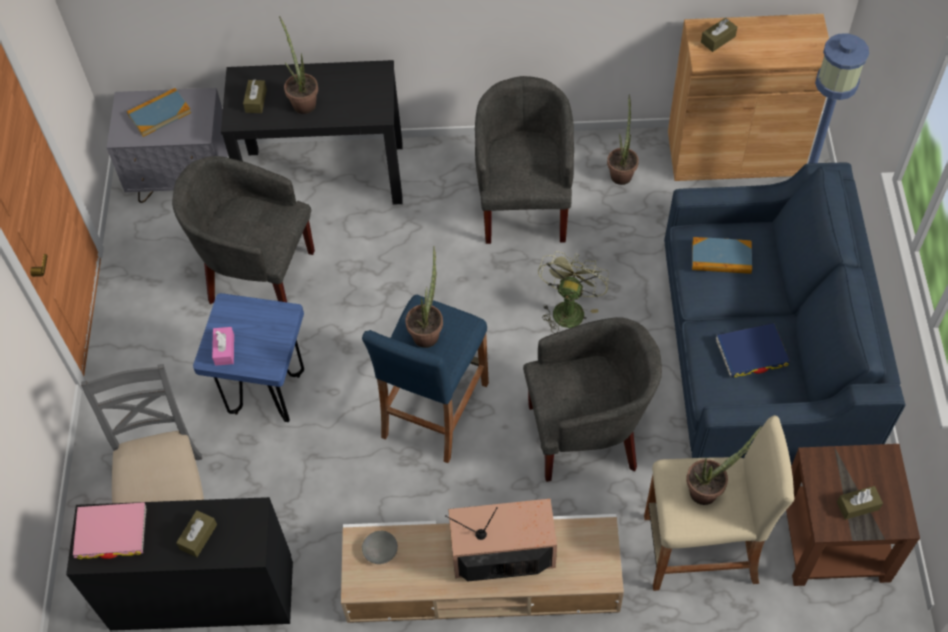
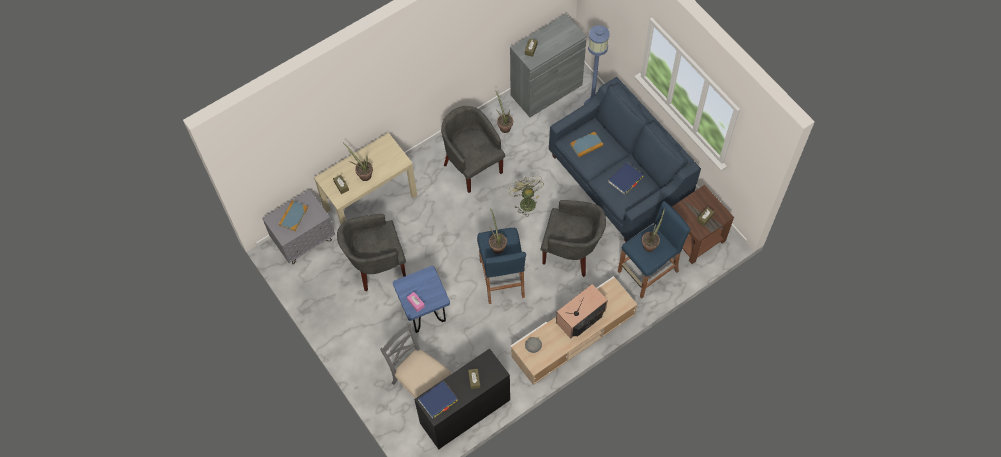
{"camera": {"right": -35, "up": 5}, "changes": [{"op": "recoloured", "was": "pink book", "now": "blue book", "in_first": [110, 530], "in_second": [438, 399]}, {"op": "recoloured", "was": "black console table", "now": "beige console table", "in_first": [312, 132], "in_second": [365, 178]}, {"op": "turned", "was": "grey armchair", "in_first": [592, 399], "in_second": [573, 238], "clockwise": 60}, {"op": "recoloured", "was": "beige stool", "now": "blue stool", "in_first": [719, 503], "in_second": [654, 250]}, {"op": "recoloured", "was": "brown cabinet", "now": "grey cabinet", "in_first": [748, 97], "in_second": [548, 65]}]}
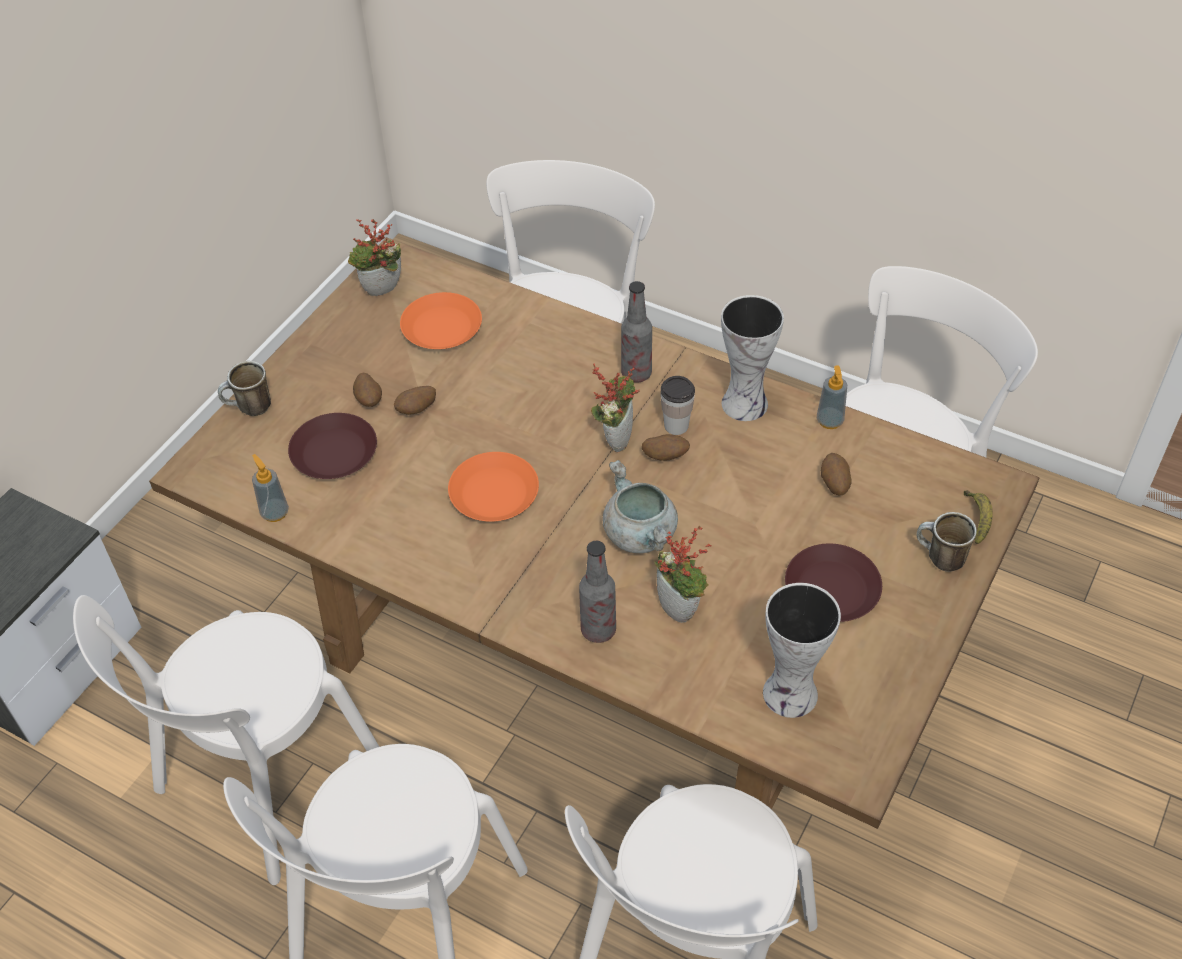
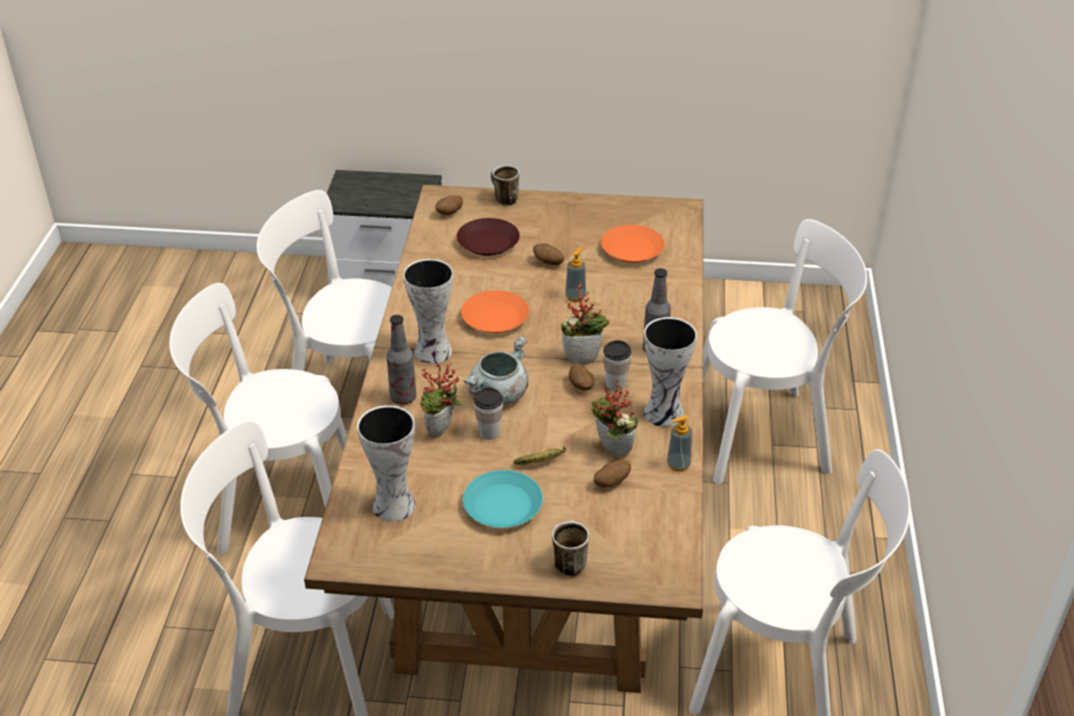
{"camera": {"right": 65, "up": -10}, "changes": [{"op": "moved", "was": "soap dispenser", "in_first": [270, 488], "in_second": [575, 274]}, {"op": "moved", "was": "potted plant", "in_first": [374, 257], "in_second": [614, 417]}, {"op": "moved", "was": "potato", "in_first": [367, 390], "in_second": [449, 205]}, {"op": "recoloured", "was": "brown plate", "now": "turquoise plate", "in_first": [833, 583], "in_second": [503, 499]}, {"op": "moved", "was": "banana", "in_first": [978, 517], "in_second": [539, 455]}, {"op": "added", "now": "vase", "in_second": [428, 311]}, {"op": "added", "now": "cup", "in_second": [488, 413]}]}
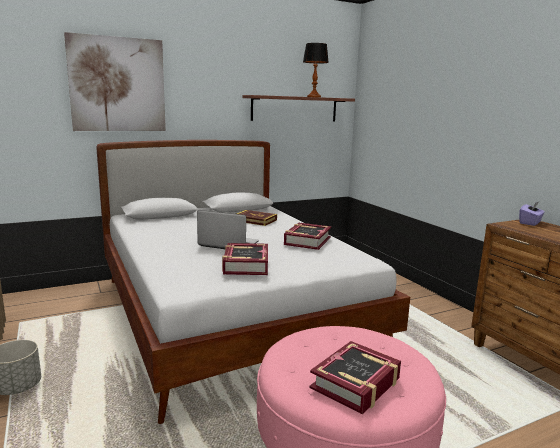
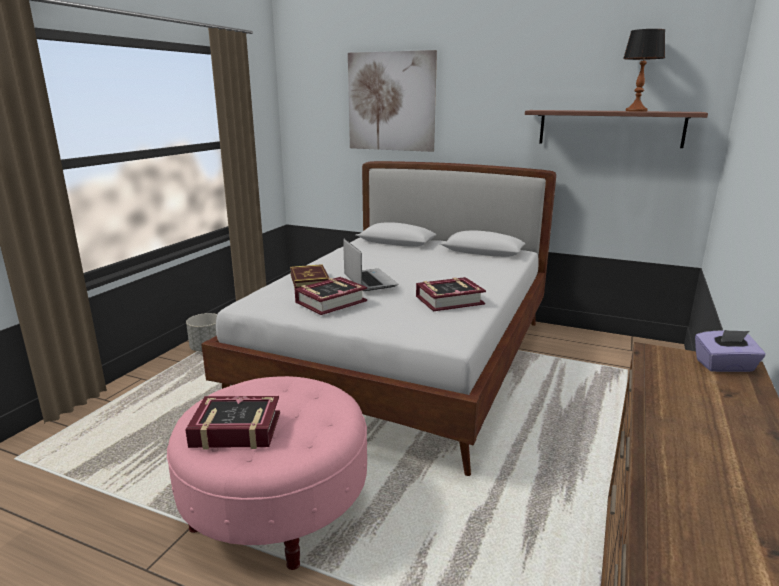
{"camera": {"right": 50, "up": 5}, "changes": [{"op": "moved", "was": "book", "in_first": [257, 218], "in_second": [310, 276]}]}
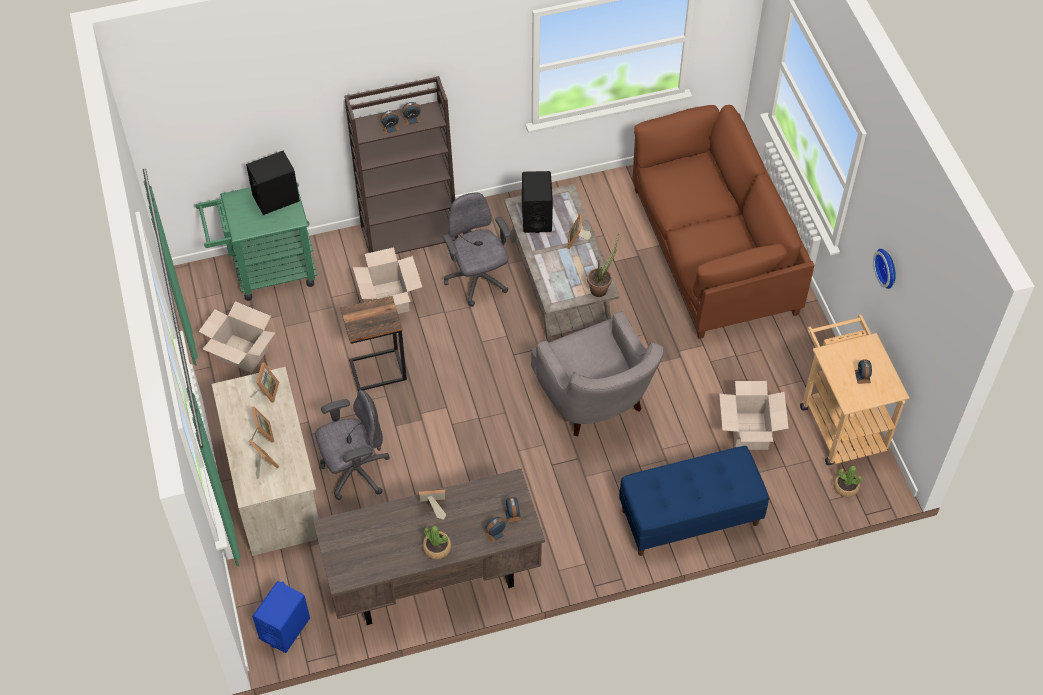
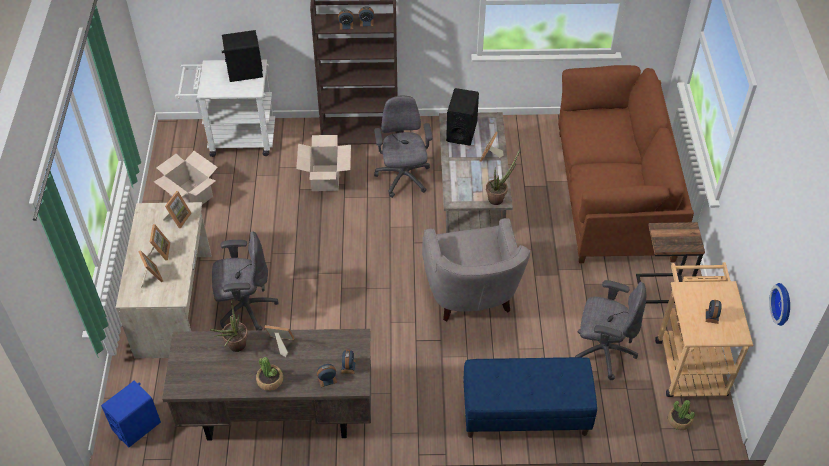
{"camera": {"right": 15, "up": -5}, "changes": [{"op": "recoloured", "was": "green cart", "now": "white cart", "in_first": [256, 242], "in_second": [225, 108]}, {"op": "moved", "was": "side table", "in_first": [374, 343], "in_second": [670, 263]}, {"op": "replaced", "was": "cardboard box", "now": "grey office chair", "in_first": [754, 415], "in_second": [610, 330]}, {"op": "moved", "was": "wall clock", "in_first": [884, 269], "in_second": [779, 304]}, {"op": "added", "now": "potted plant", "in_second": [228, 326]}]}
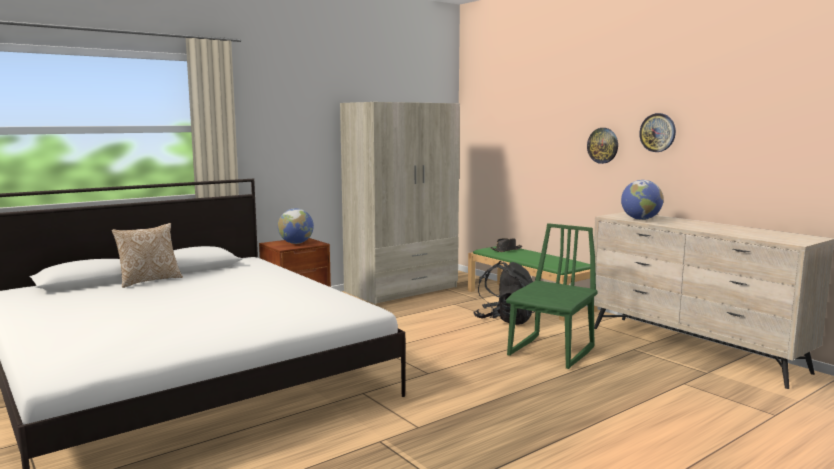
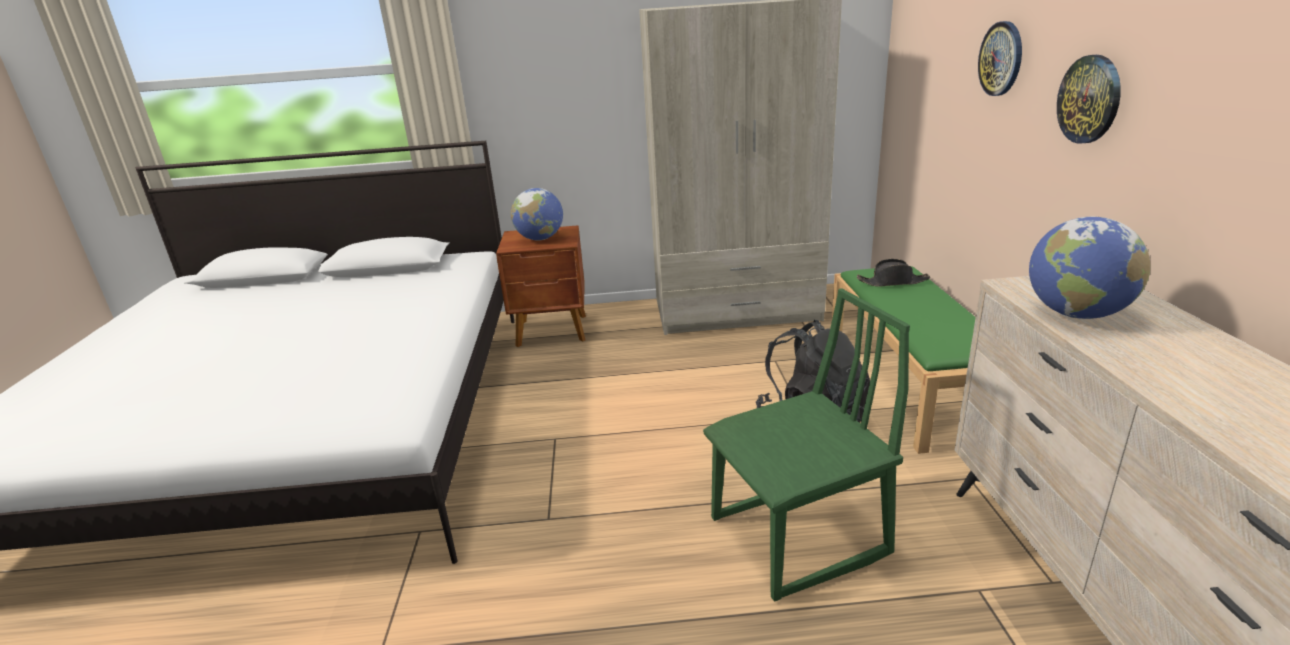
{"camera": {"right": 35, "up": 15}, "changes": [{"op": "removed", "was": "pillow", "in_first": [147, 255]}, {"op": "moved", "was": "wall clock", "in_first": [657, 132], "in_second": [1000, 58]}]}
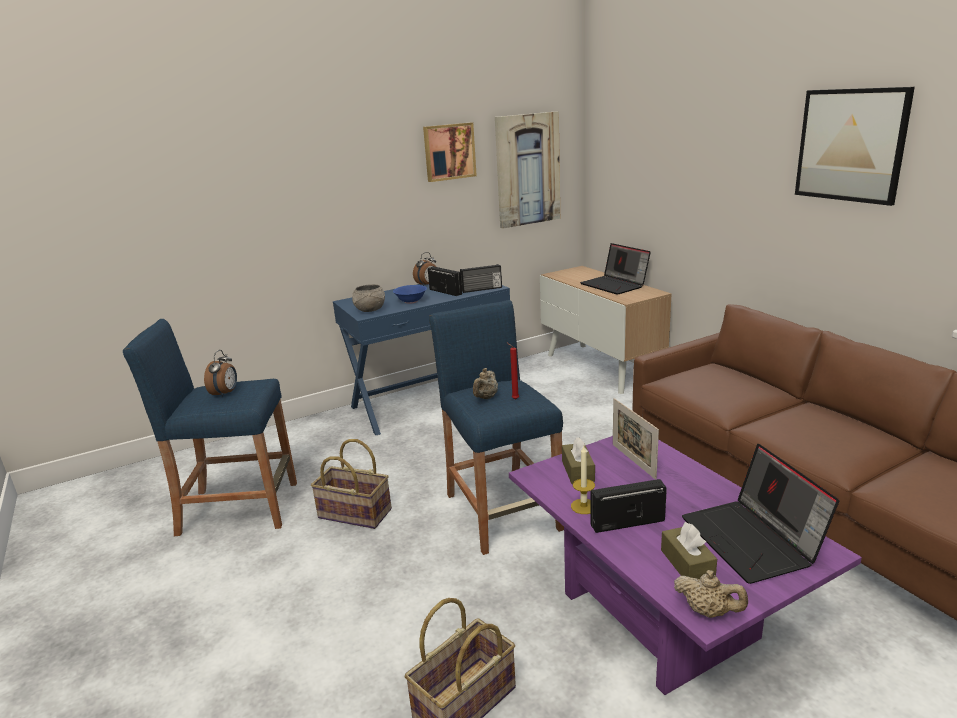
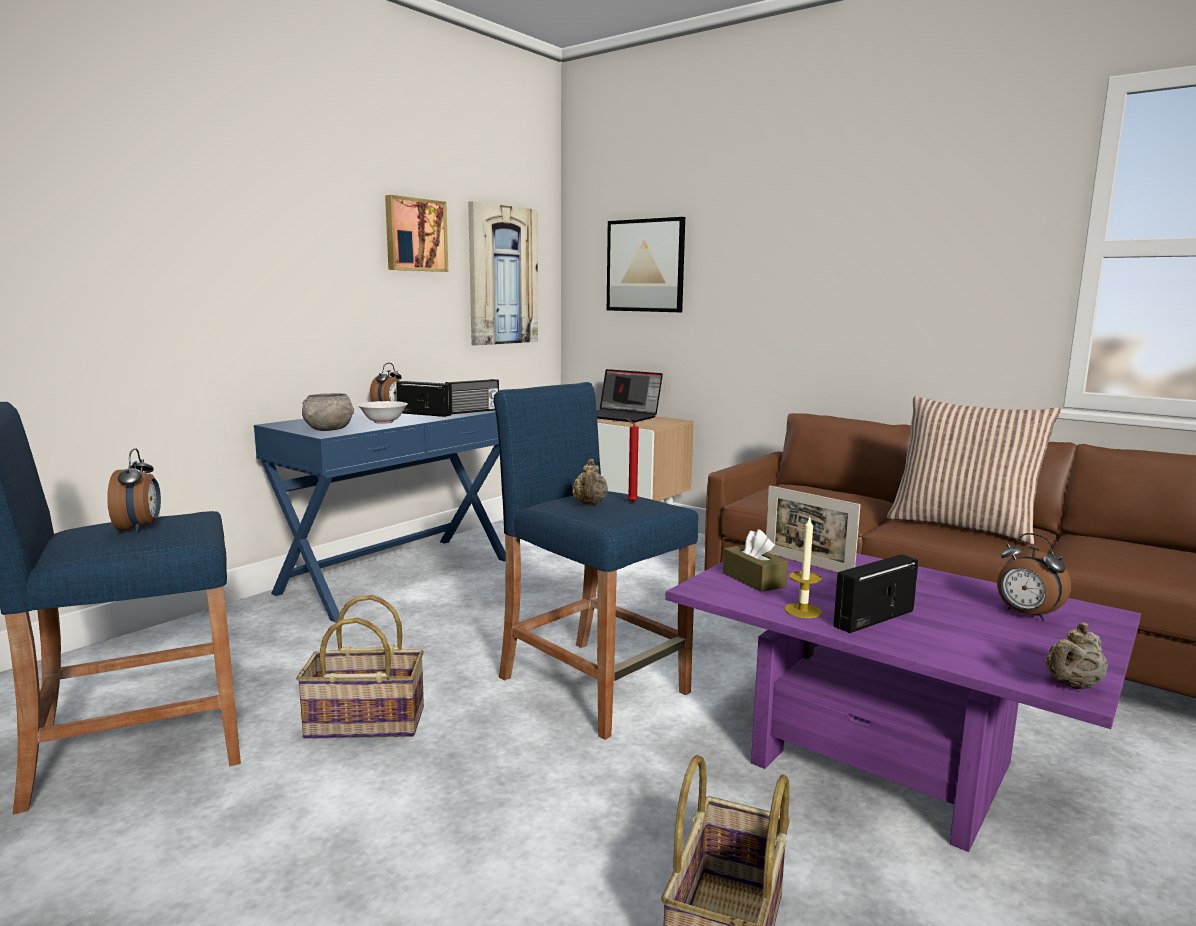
{"camera": {"right": -25, "up": -10}, "changes": [{"op": "recoloured", "was": "blue bowl", "now": "white bowl", "in_first": [410, 294], "in_second": [383, 412]}, {"op": "removed", "was": "brown tissue box", "in_first": [689, 550]}, {"op": "turned", "was": "beige teapot", "in_first": [711, 594], "in_second": [1076, 656], "clockwise": 135}, {"op": "replaced", "was": "laptop", "now": "alarm clock", "in_first": [760, 514], "in_second": [1034, 577]}, {"op": "moved", "was": "picture", "in_first": [855, 146], "in_second": [646, 264]}, {"op": "added", "now": "pillow", "in_second": [974, 470]}]}
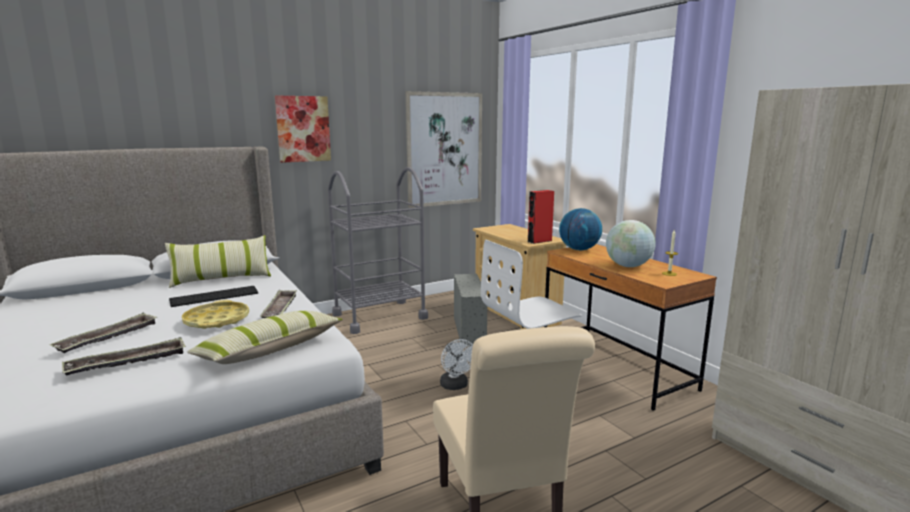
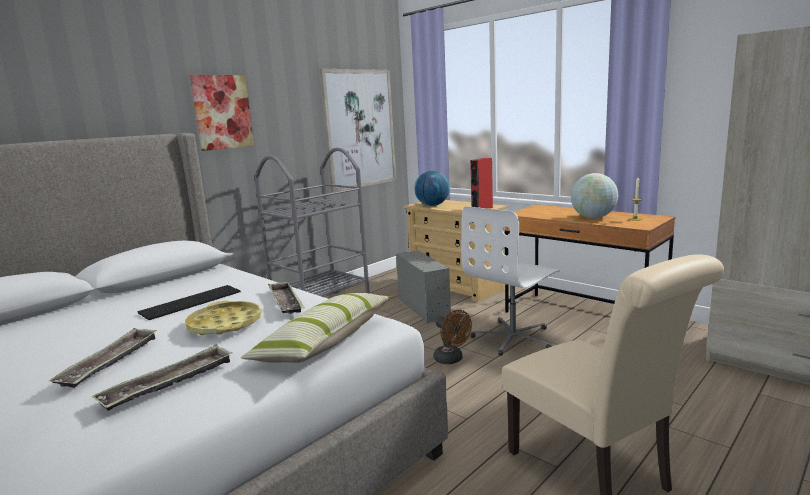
{"camera": {"right": -15, "up": 0}, "changes": [{"op": "removed", "was": "pillow", "in_first": [218, 261]}, {"op": "recoloured", "was": "white fan", "now": "brown fan", "in_first": [456, 364], "in_second": [452, 337]}, {"op": "moved", "was": "globe", "in_first": [580, 229], "in_second": [431, 188]}]}
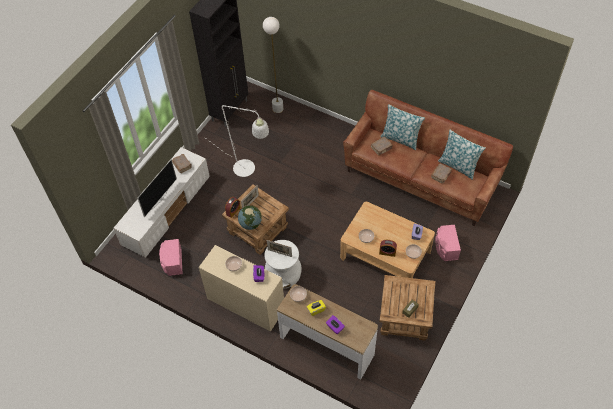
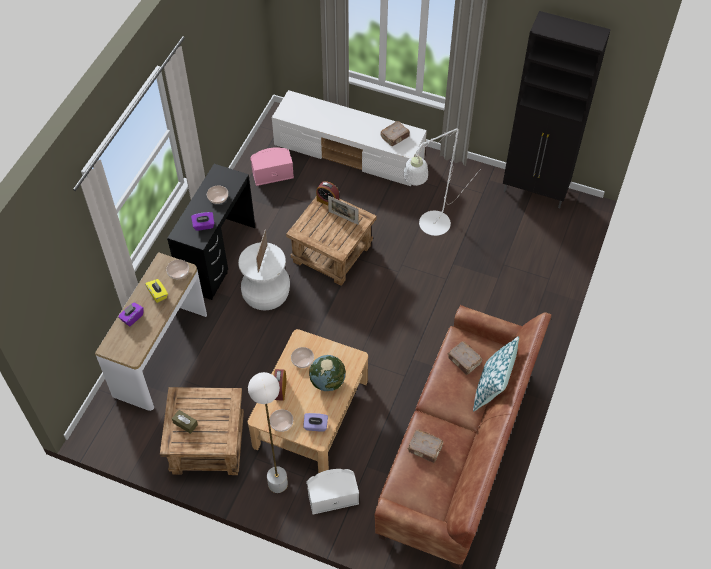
{"camera": {"right": 80, "up": 0}, "changes": [{"op": "removed", "was": "television", "in_first": [157, 188]}, {"op": "recoloured", "was": "beige desk", "now": "black desk", "in_first": [241, 288], "in_second": [211, 232]}, {"op": "moved", "was": "globe", "in_first": [250, 218], "in_second": [327, 373]}, {"op": "moved", "was": "white floor lamp", "in_first": [273, 65], "in_second": [268, 432]}, {"op": "recoloured", "was": "pink speaker", "now": "white speaker", "in_first": [448, 243], "in_second": [332, 491]}, {"op": "removed", "was": "pillow", "in_first": [462, 155]}]}
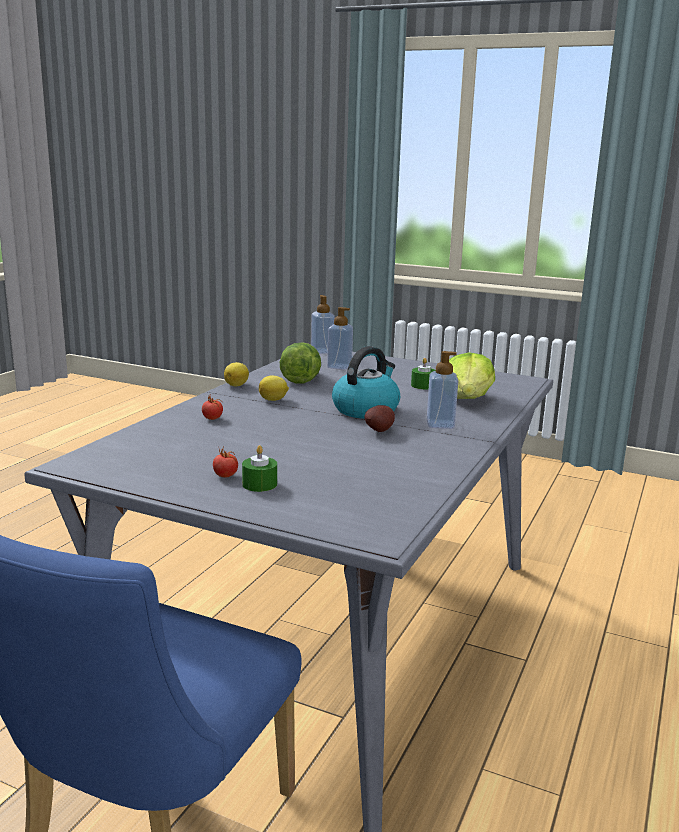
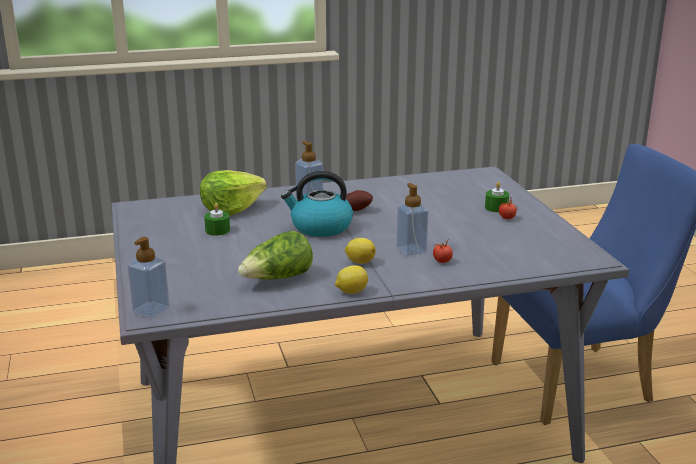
{"camera": {"right": -130, "up": 5}, "changes": [{"op": "moved", "was": "soap dispenser", "in_first": [340, 338], "in_second": [412, 219]}]}
